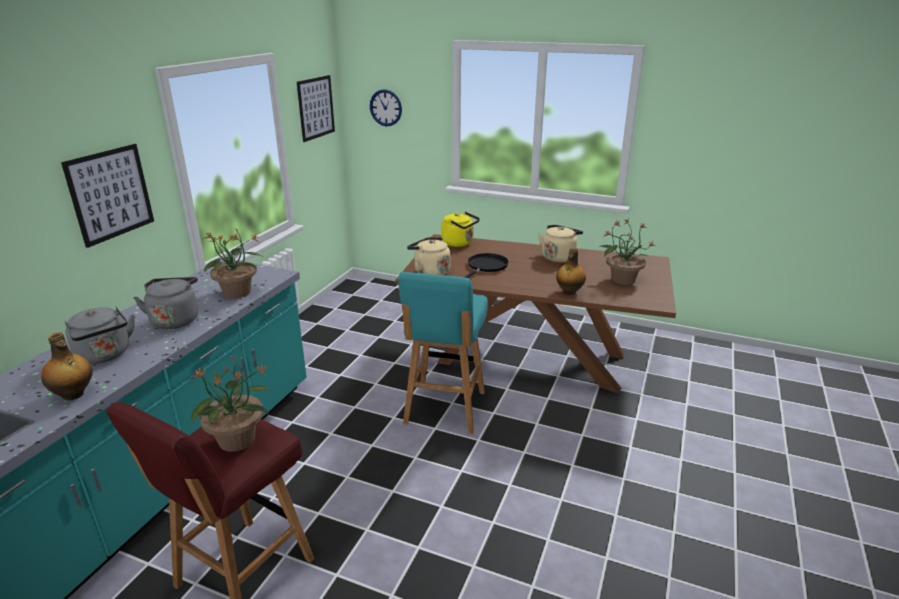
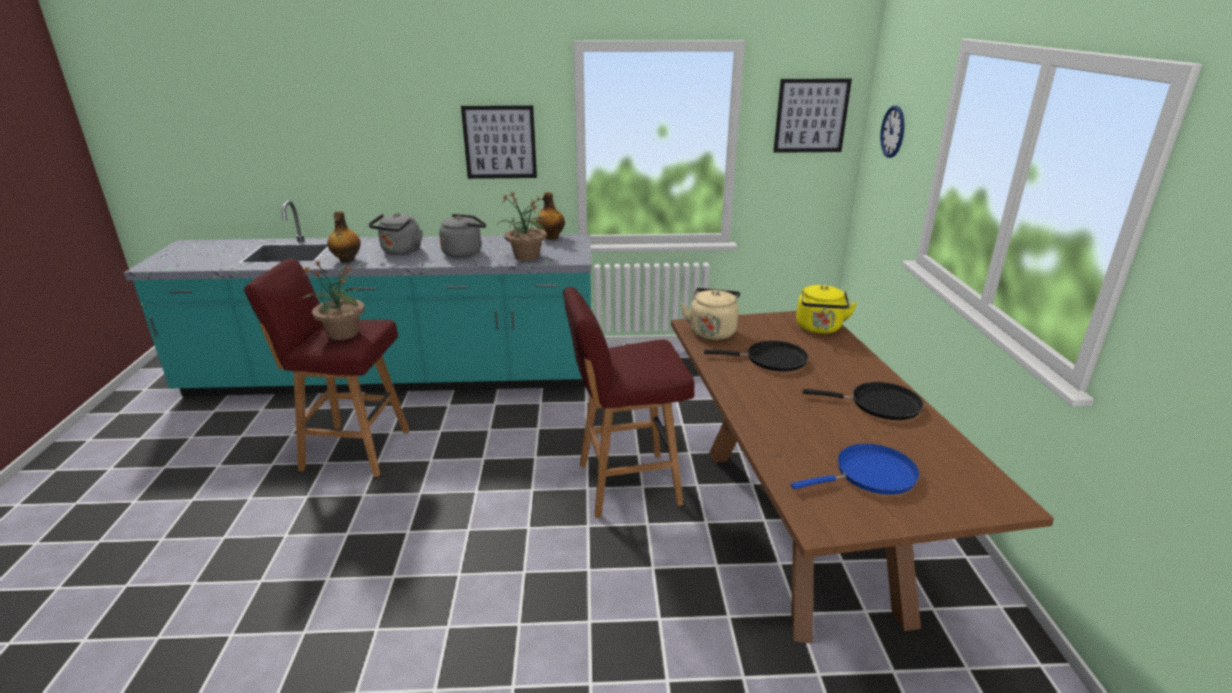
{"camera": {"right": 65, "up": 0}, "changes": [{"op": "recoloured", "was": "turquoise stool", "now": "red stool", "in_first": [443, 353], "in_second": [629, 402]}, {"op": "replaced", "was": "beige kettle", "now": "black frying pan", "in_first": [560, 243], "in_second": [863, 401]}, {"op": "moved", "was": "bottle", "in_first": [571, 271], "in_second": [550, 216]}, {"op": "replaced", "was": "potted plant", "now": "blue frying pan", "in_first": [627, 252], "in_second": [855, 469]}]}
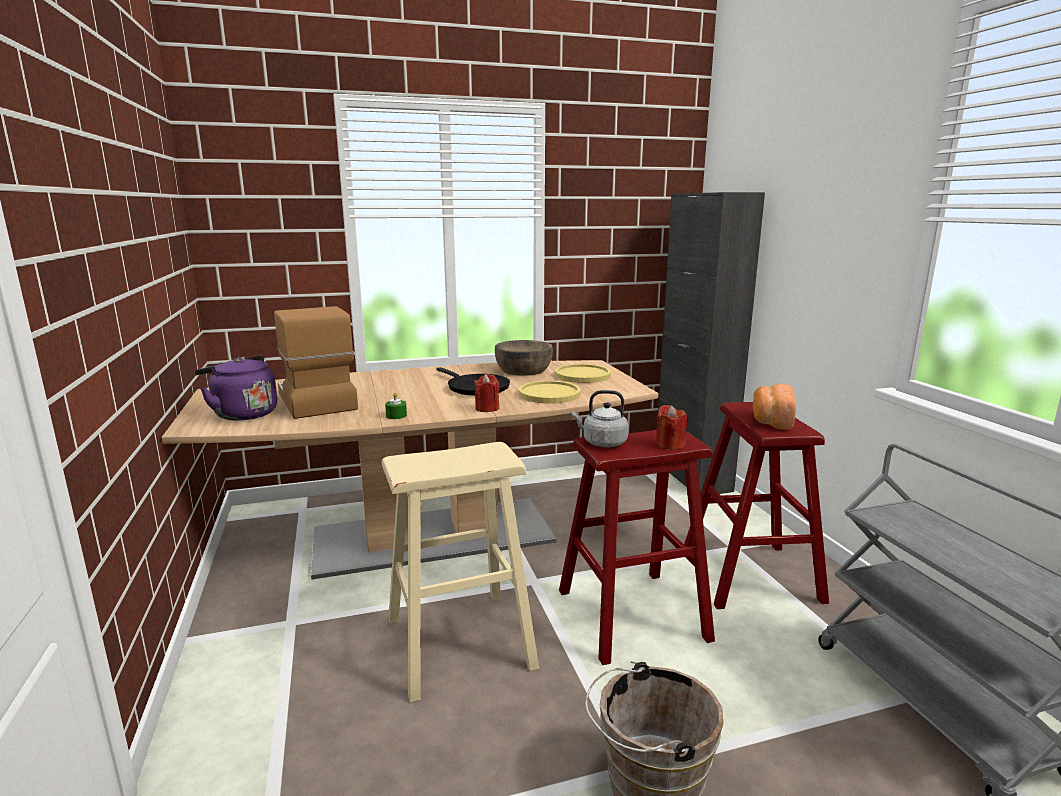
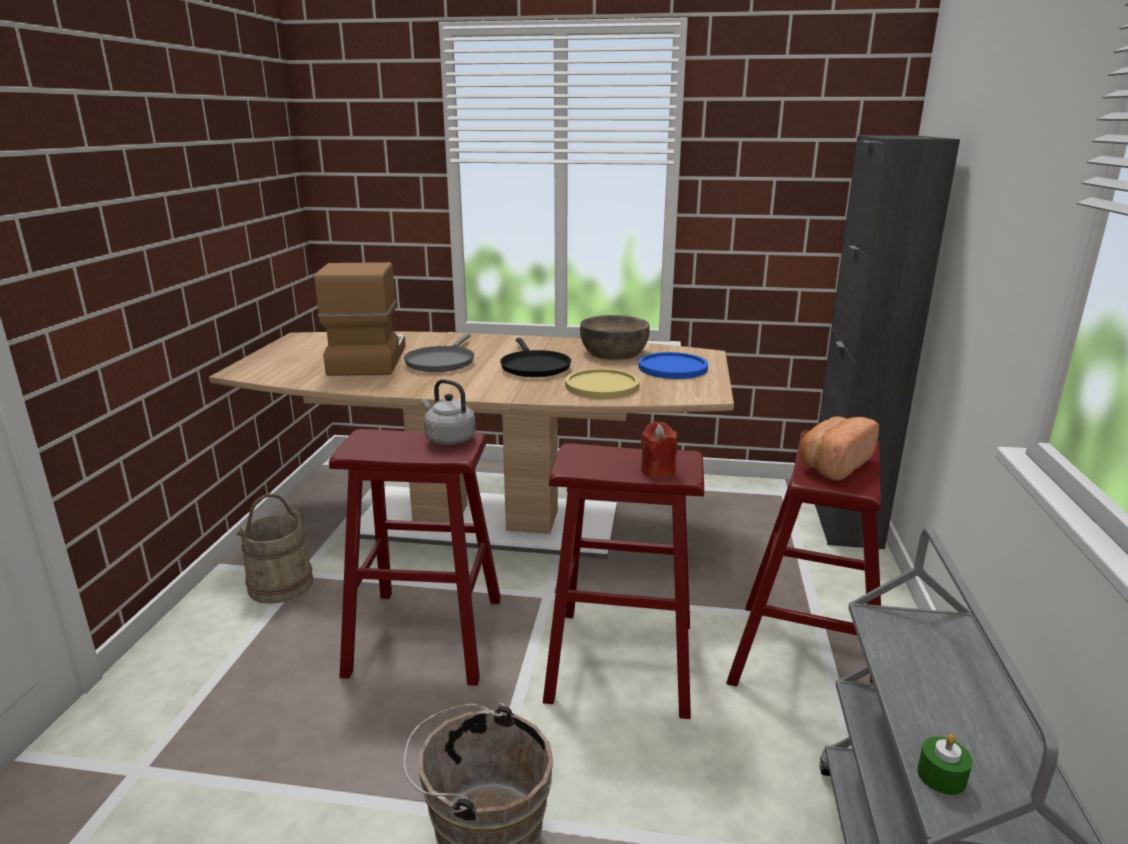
{"camera": {"right": 25, "up": 5}, "changes": [{"op": "removed", "was": "purple kettle", "in_first": [236, 388]}, {"op": "recoloured", "was": "beige stool", "now": "red stool", "in_first": [460, 572], "in_second": [415, 557]}, {"op": "moved", "was": "green candle", "in_first": [396, 405], "in_second": [945, 764]}, {"op": "removed", "was": "red candle", "in_first": [487, 393]}, {"op": "recoloured", "was": "yellow plate", "now": "blue plate", "in_first": [583, 373], "in_second": [673, 365]}, {"op": "moved", "was": "grey kettle", "in_first": [600, 418], "in_second": [448, 412]}, {"op": "added", "now": "beige bucket", "in_second": [274, 549]}, {"op": "added", "now": "grey frying pan", "in_second": [439, 353]}]}
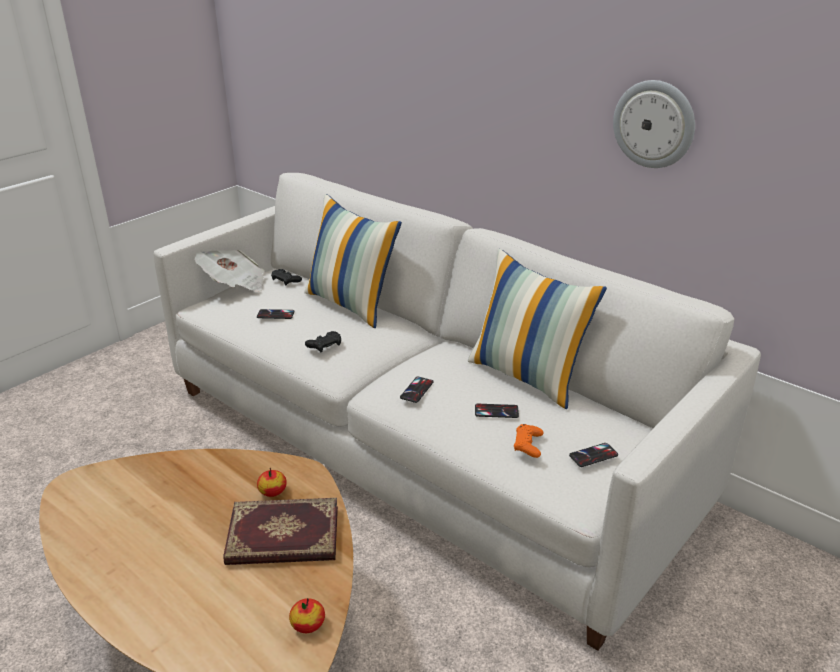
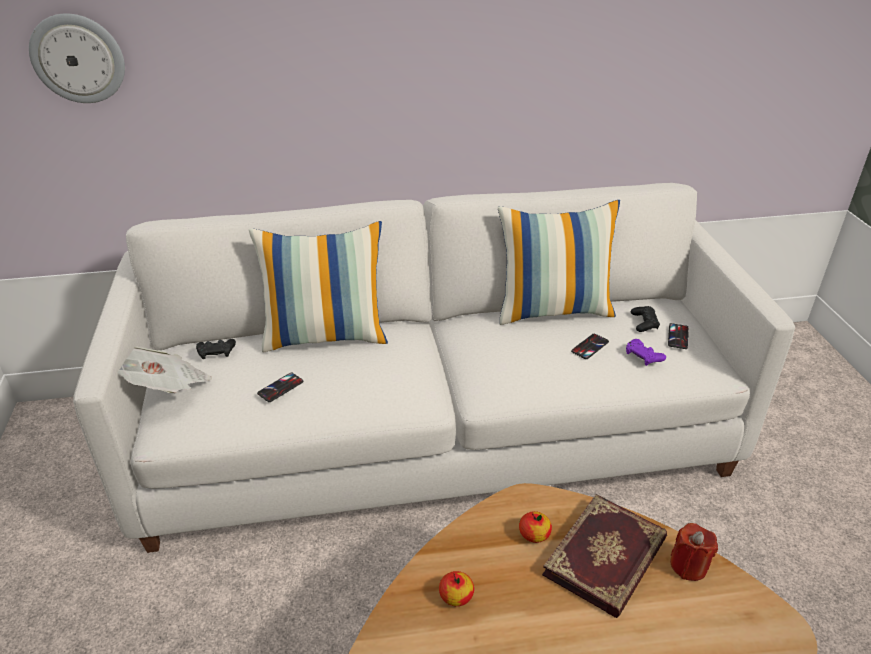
{"camera": {"right": -50, "up": 5}, "changes": [{"op": "moved", "was": "apple", "in_first": [307, 615], "in_second": [456, 588]}, {"op": "moved", "was": "black game controller", "in_first": [323, 341], "in_second": [645, 319]}, {"op": "removed", "was": "phone", "in_first": [417, 390]}, {"op": "recoloured", "was": "orange game controller", "now": "purple game controller", "in_first": [528, 441], "in_second": [646, 352]}, {"op": "moved", "was": "wall clock", "in_first": [654, 124], "in_second": [77, 58]}, {"op": "added", "now": "red candle", "in_second": [694, 552]}]}
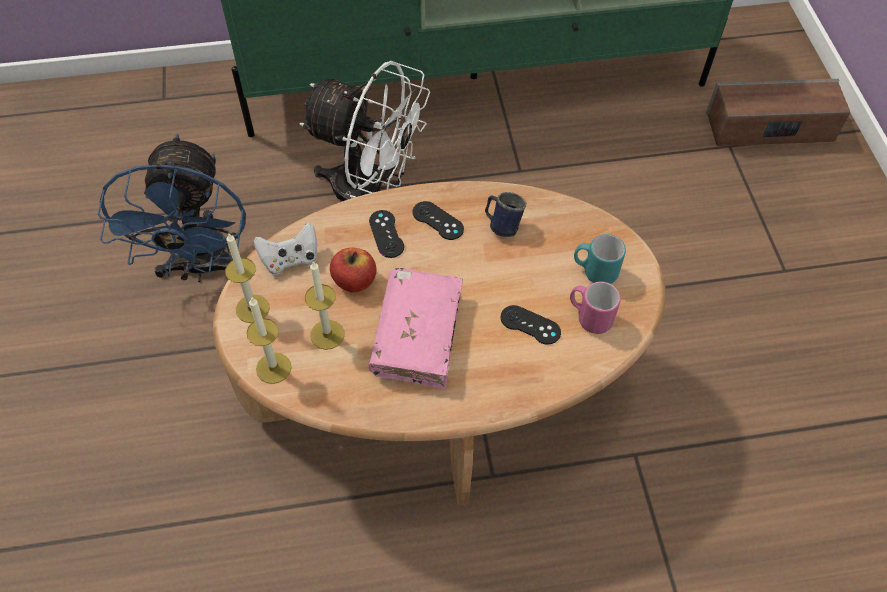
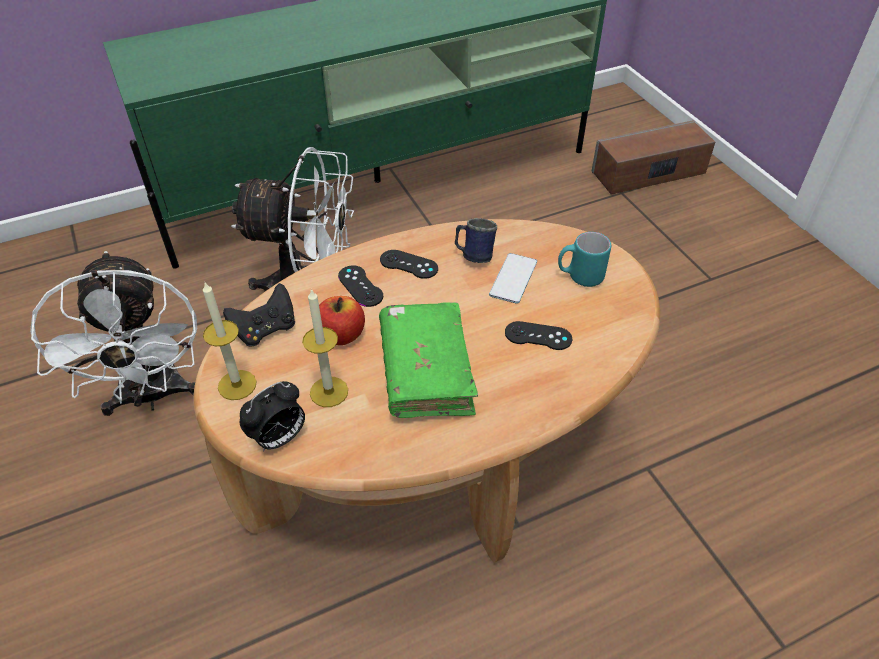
{"camera": {"right": -15, "up": -10}, "changes": [{"op": "recoloured", "was": "blue fan", "now": "white fan", "in_first": [172, 208], "in_second": [113, 333]}, {"op": "replaced", "was": "candle", "now": "alarm clock", "in_first": [269, 341], "in_second": [272, 416]}, {"op": "recoloured", "was": "white game controller", "now": "black game controller", "in_first": [285, 248], "in_second": [259, 314]}, {"op": "recoloured", "was": "pink book", "now": "green book", "in_first": [415, 328], "in_second": [428, 360]}, {"op": "removed", "was": "pink mug", "in_first": [595, 308]}, {"op": "added", "now": "phone", "in_second": [513, 278]}]}
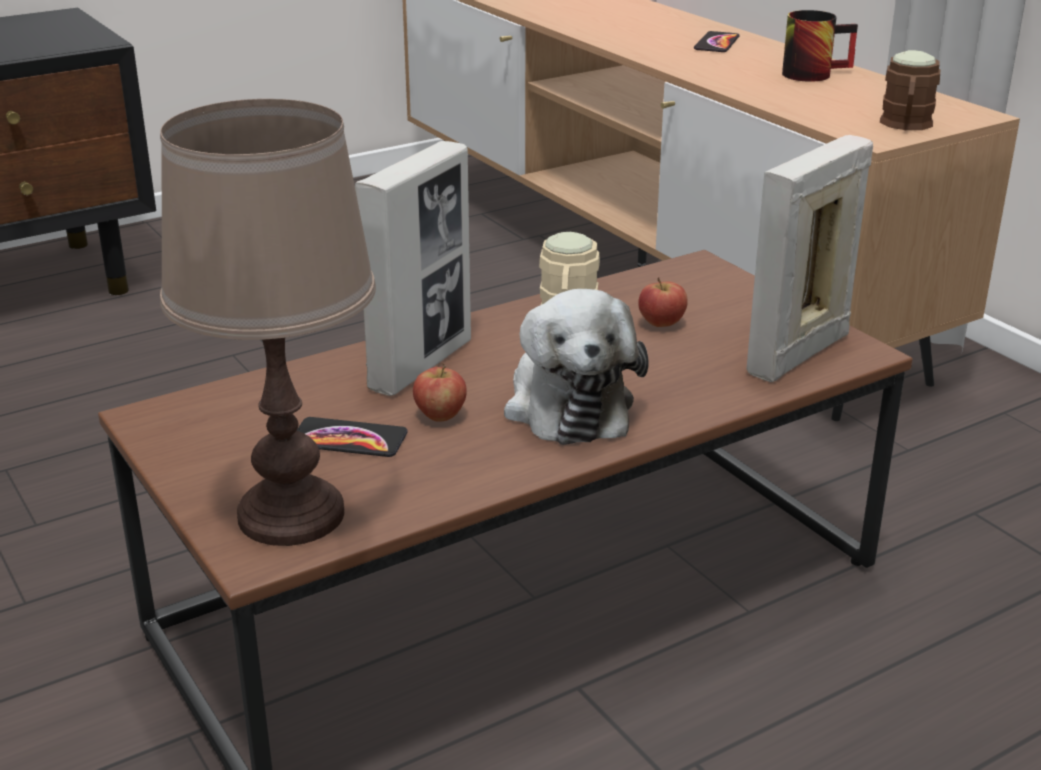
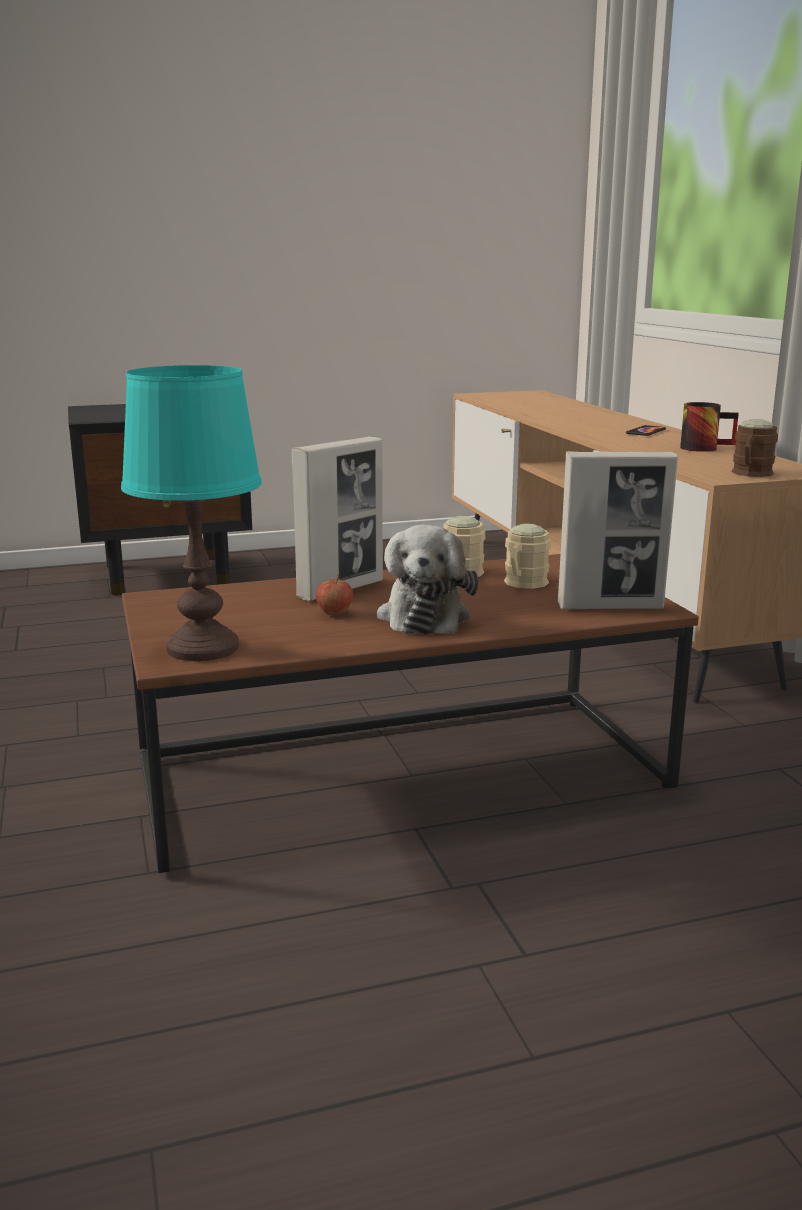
{"camera": {"right": 15, "up": -10}, "changes": [{"op": "recoloured", "was": "brown table lamp", "now": "turquoise table lamp", "in_first": [268, 322], "in_second": [191, 513]}, {"op": "removed", "was": "phone", "in_first": [352, 437]}, {"op": "replaced", "was": "apple", "now": "beige mug", "in_first": [663, 302], "in_second": [527, 556]}, {"op": "turned", "was": "picture frame", "in_first": [810, 258], "in_second": [618, 530], "clockwise": -150}]}
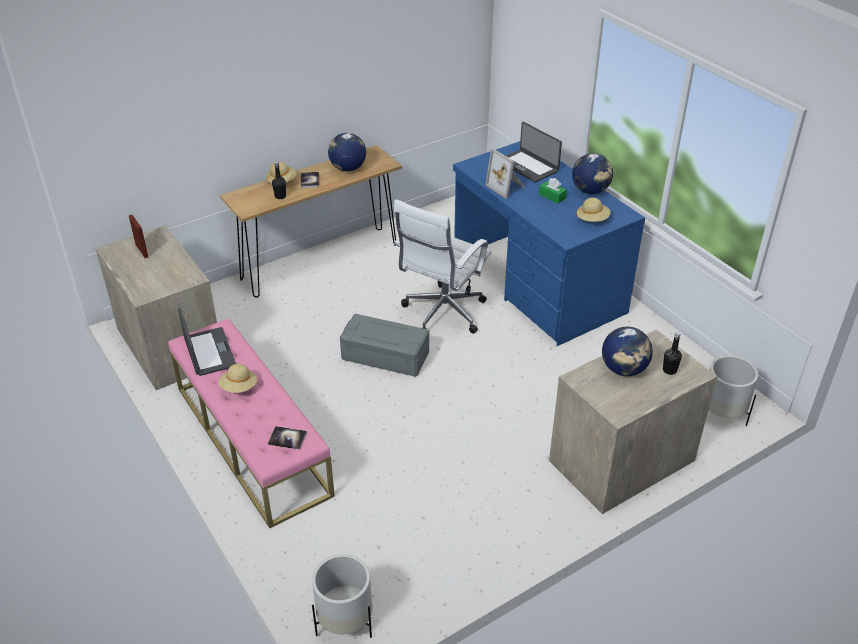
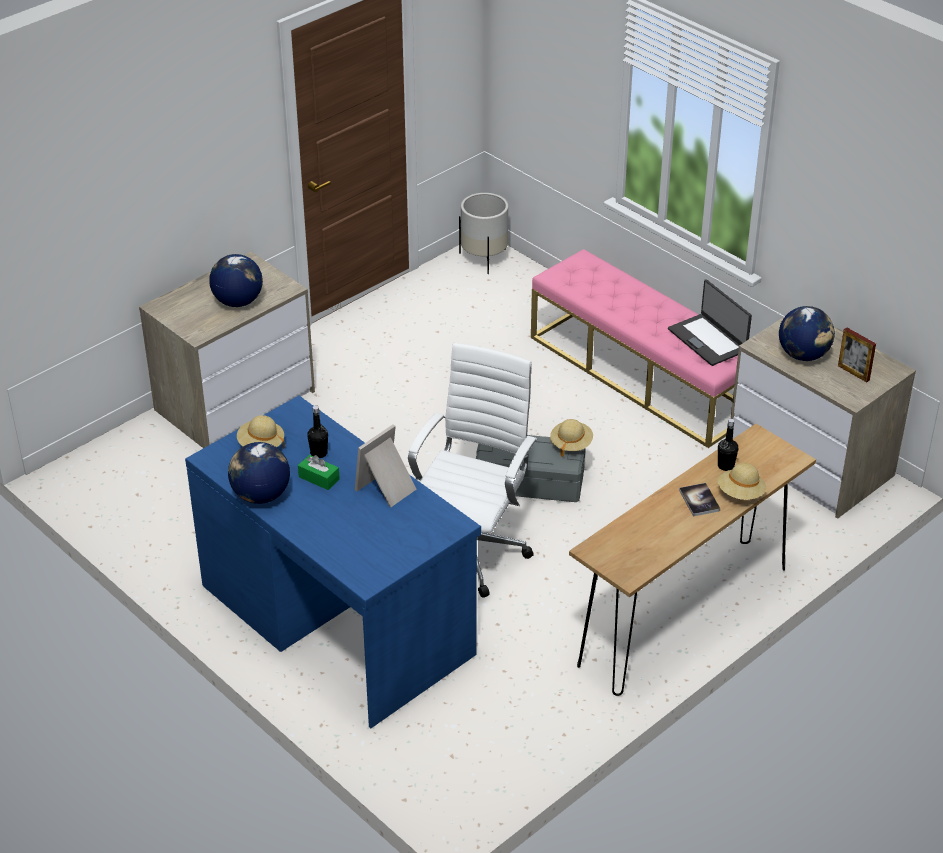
{"camera": {"right": 170, "up": 0}, "changes": [{"op": "moved", "was": "beige hat", "in_first": [237, 378], "in_second": [571, 438]}, {"op": "removed", "was": "book", "in_first": [287, 438]}, {"op": "moved", "was": "globe", "in_first": [347, 152], "in_second": [807, 333]}, {"op": "turned", "was": "picture frame", "in_first": [505, 173], "in_second": [385, 465], "clockwise": -90}, {"op": "removed", "was": "laptop", "in_first": [534, 152]}, {"op": "moved", "was": "black bottle", "in_first": [672, 353], "in_second": [317, 431]}, {"op": "removed", "was": "white planter", "in_first": [733, 390]}]}
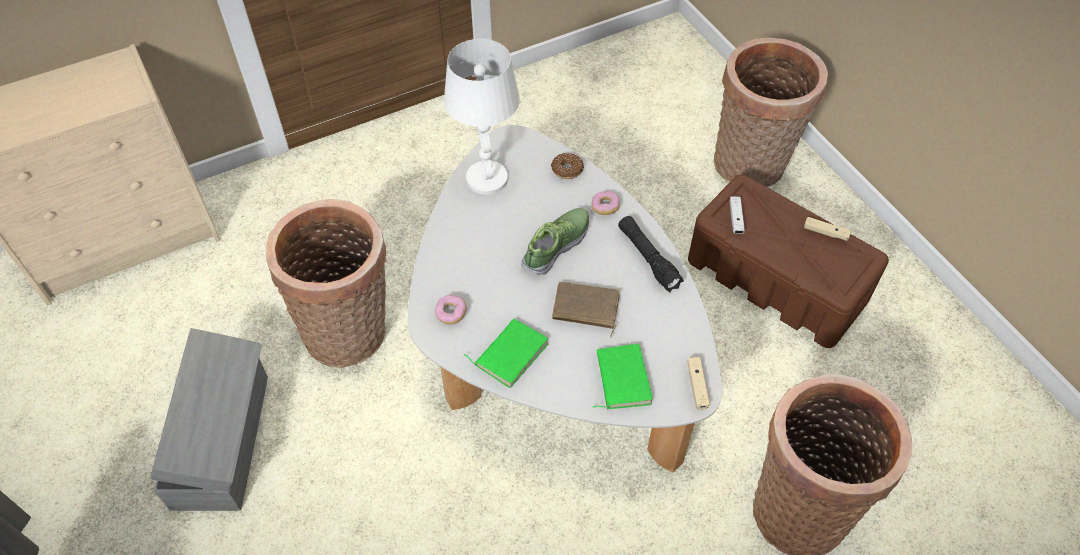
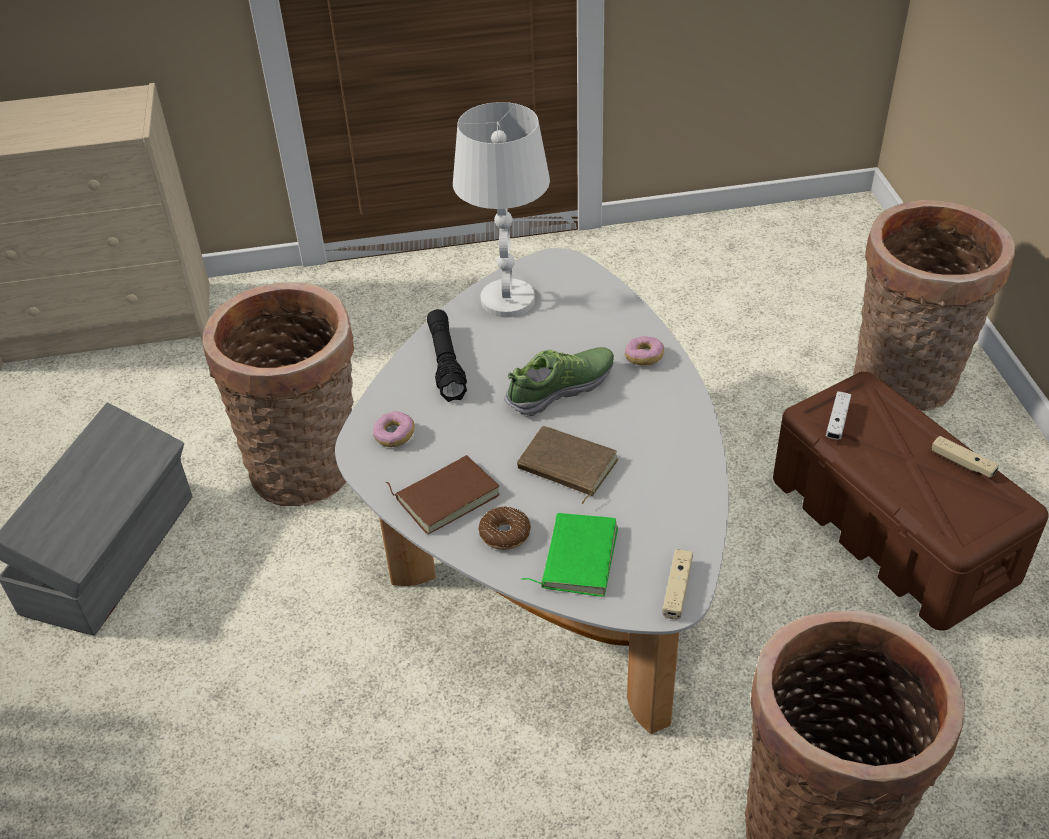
{"camera": {"right": 20, "up": -10}, "changes": [{"op": "recoloured", "was": "green book", "now": "brown book", "in_first": [506, 353], "in_second": [443, 494]}, {"op": "moved", "was": "donut", "in_first": [567, 166], "in_second": [505, 528]}, {"op": "moved", "was": "black flashlight", "in_first": [651, 254], "in_second": [447, 355]}]}
